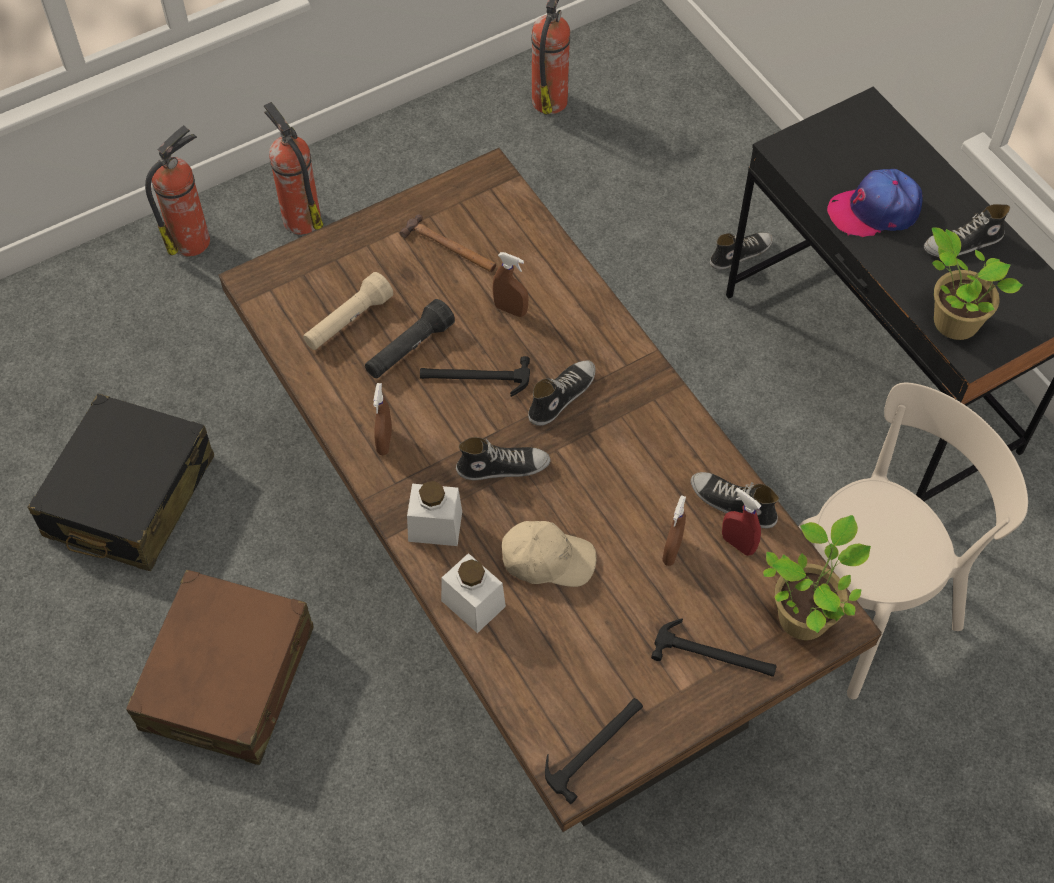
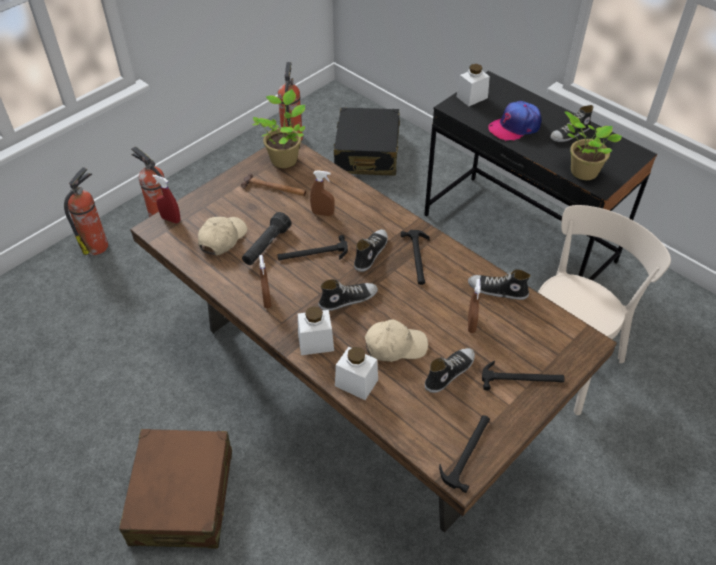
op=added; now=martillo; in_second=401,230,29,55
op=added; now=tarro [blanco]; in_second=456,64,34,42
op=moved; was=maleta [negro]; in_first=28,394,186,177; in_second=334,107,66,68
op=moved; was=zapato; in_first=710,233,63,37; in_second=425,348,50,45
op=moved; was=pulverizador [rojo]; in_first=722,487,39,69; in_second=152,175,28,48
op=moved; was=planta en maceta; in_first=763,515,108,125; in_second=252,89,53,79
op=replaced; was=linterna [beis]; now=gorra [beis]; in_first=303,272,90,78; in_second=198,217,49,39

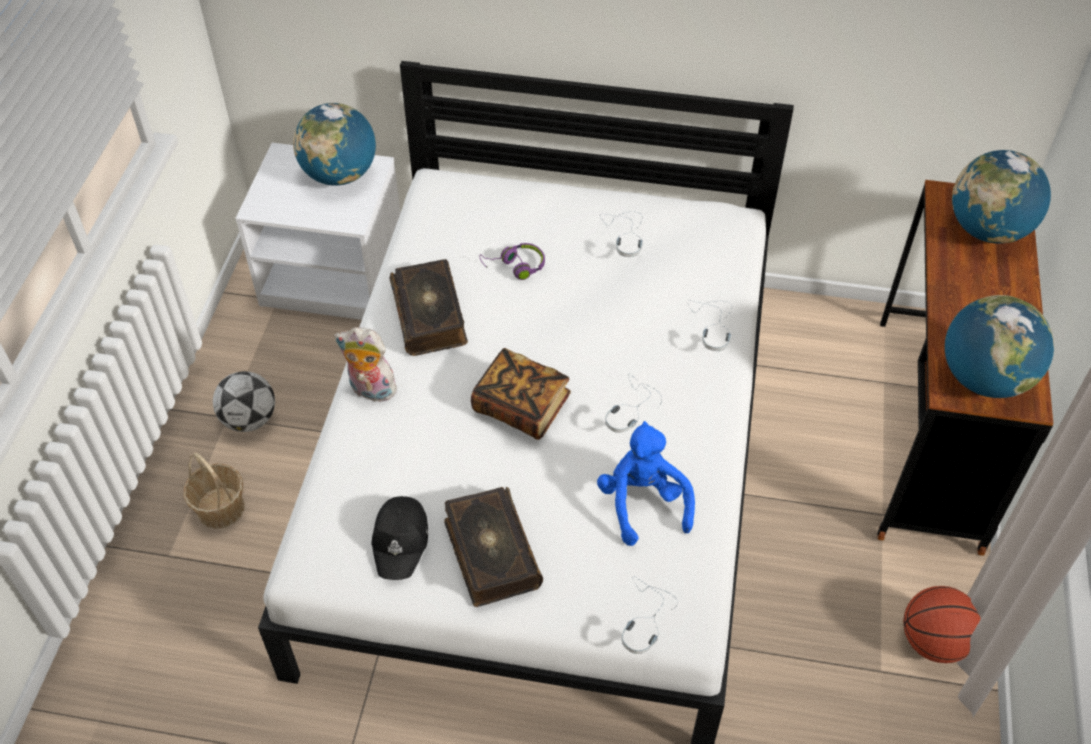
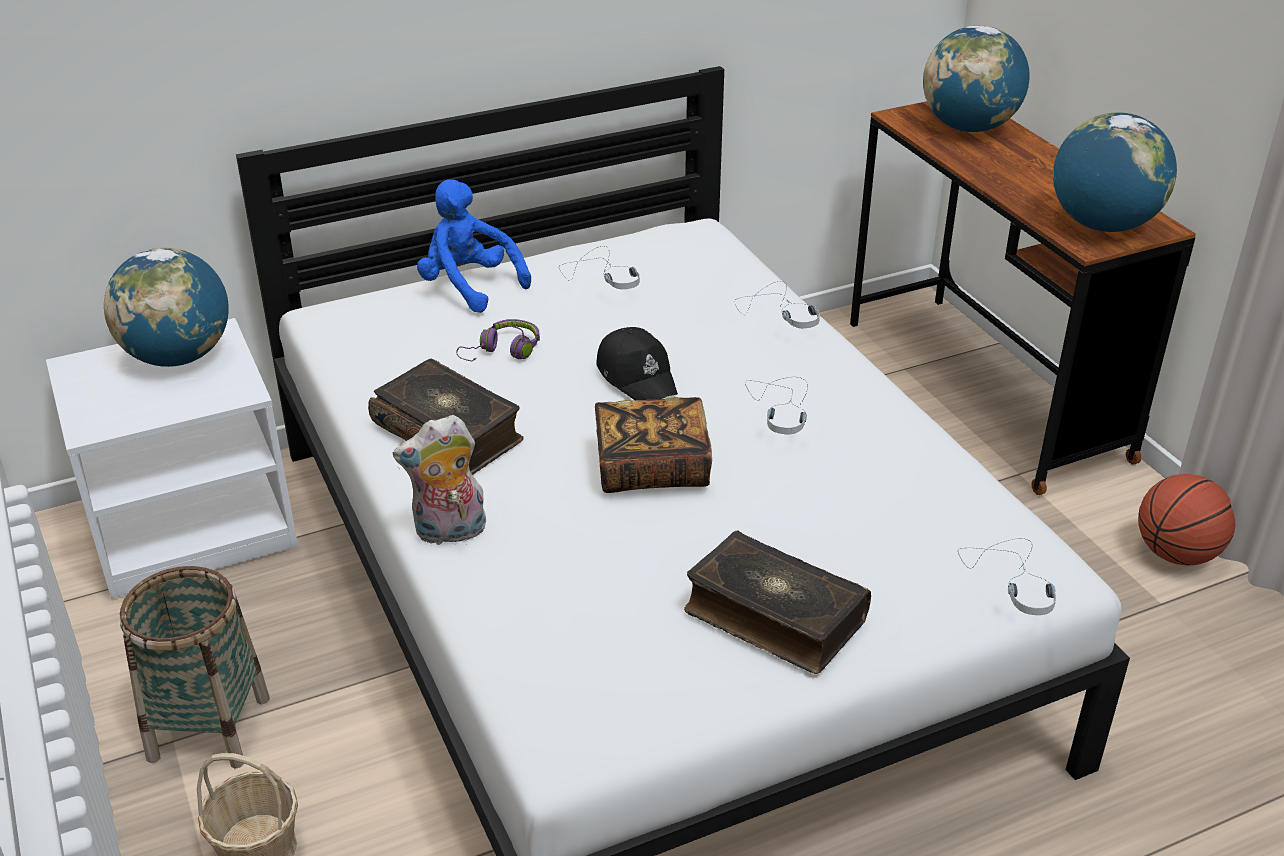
op=moved; was=gorra [negro]; in_first=371,496,57,84; in_second=596,327,82,73
op=moved; was=peluche [azul]; in_first=597,421,98,125; in_second=417,179,114,134
op=replaced; was=balón de fútbol; now=cesta; in_first=213,371,62,61; in_second=120,566,150,203

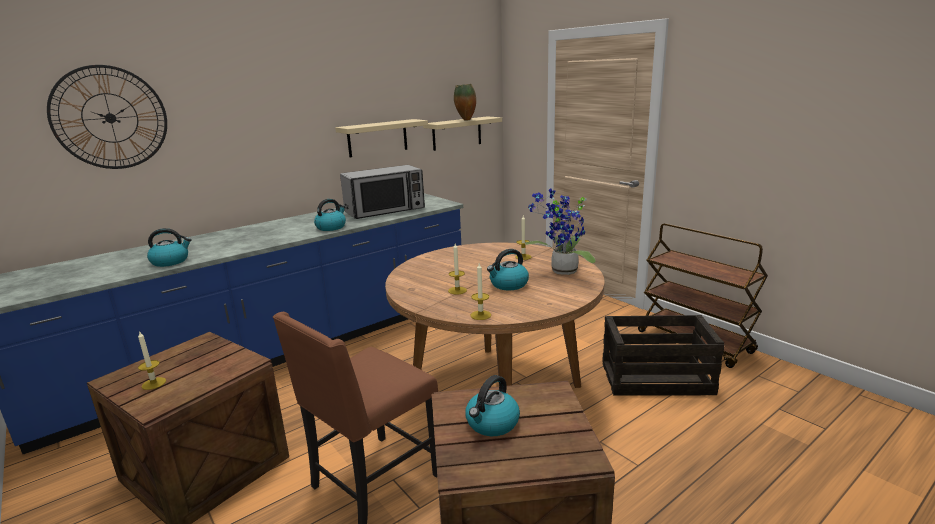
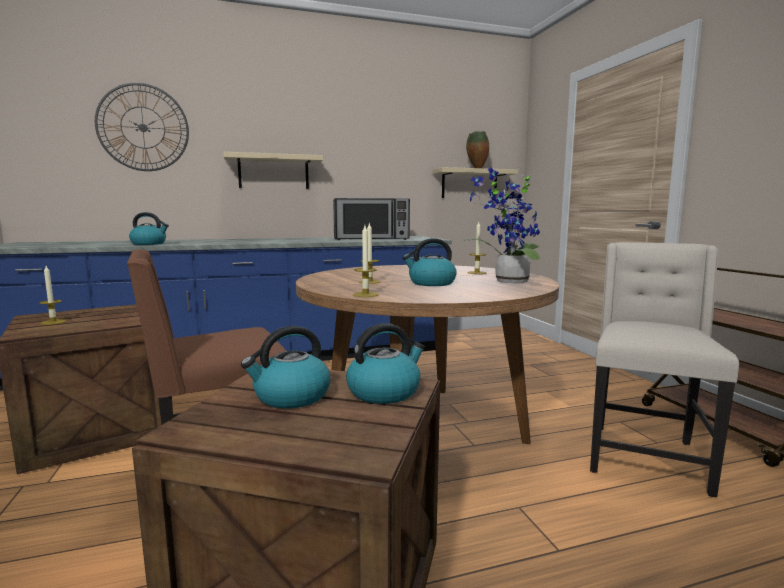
op=moved; was=hervidor; in_first=314,199,32,32; in_second=346,323,79,81
op=moved; was=estante [beis]; in_first=335,119,93,38; in_second=223,152,100,37
op=replaced; was=caja de embalaje; now=silla [beis]; in_first=602,315,122,80; in_second=590,242,149,255

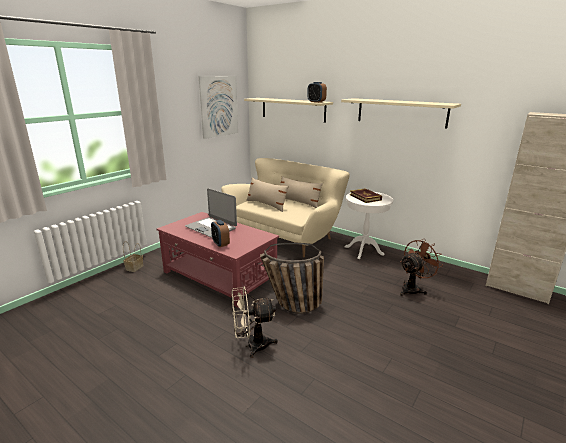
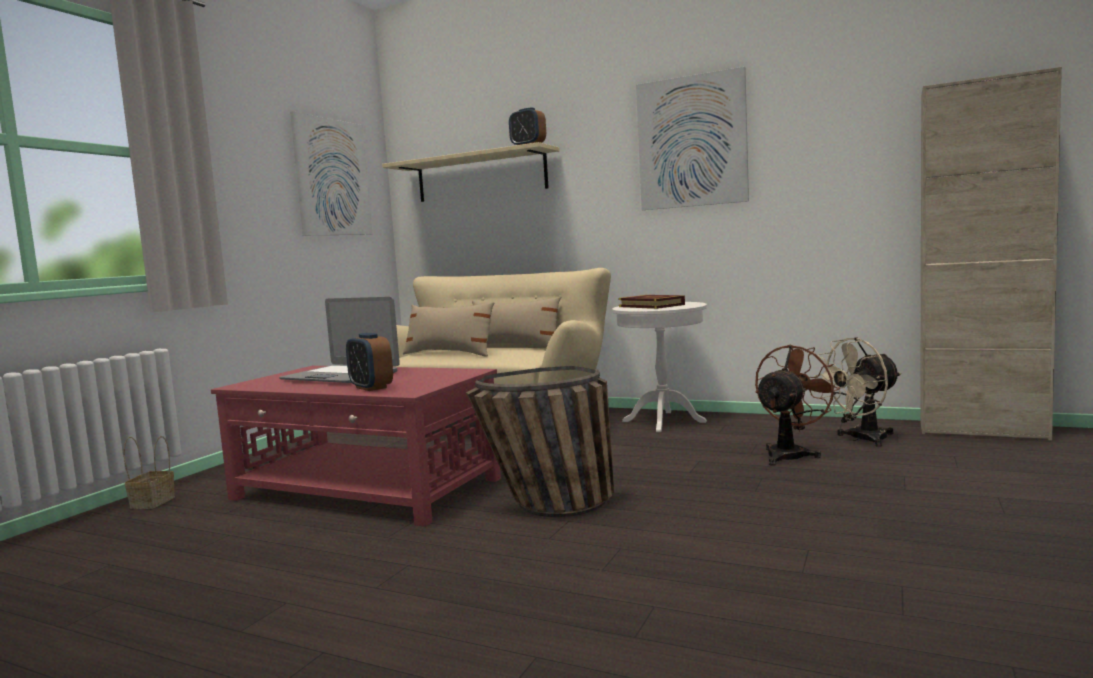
op=moved; was=ventilador [beis]; in_first=232,287,46,71; in_second=814,337,87,110
op=replaced; was=estante [beis]; now=cuadro; in_first=341,98,120,31; in_second=636,67,113,143

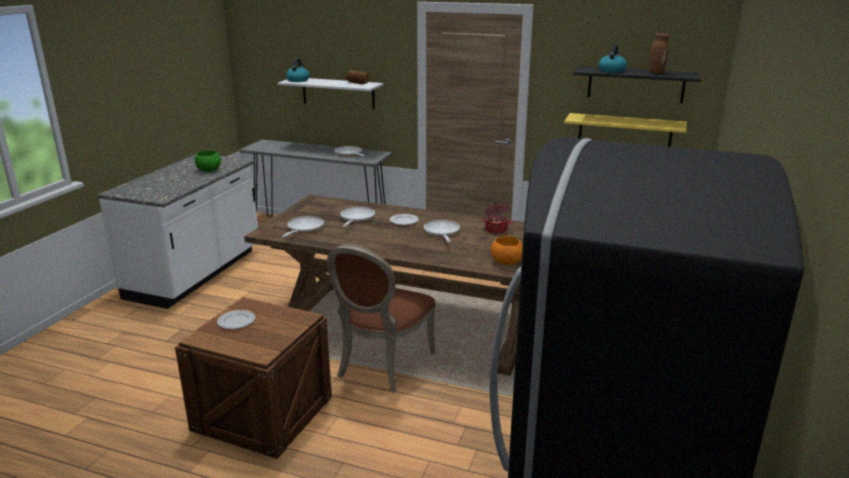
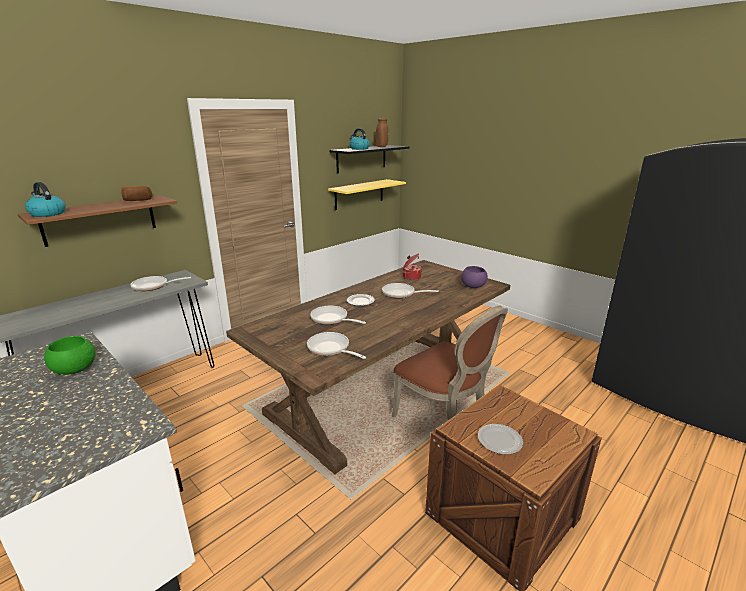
op=recoloured; was=estante [blanco]; now=estante [marrón]; in_first=278,78,105,31; in_second=18,196,159,51
op=recoloured; was=cuenco [naranja]; now=cuenco [morado]; in_first=491,236,32,29; in_second=461,266,27,22

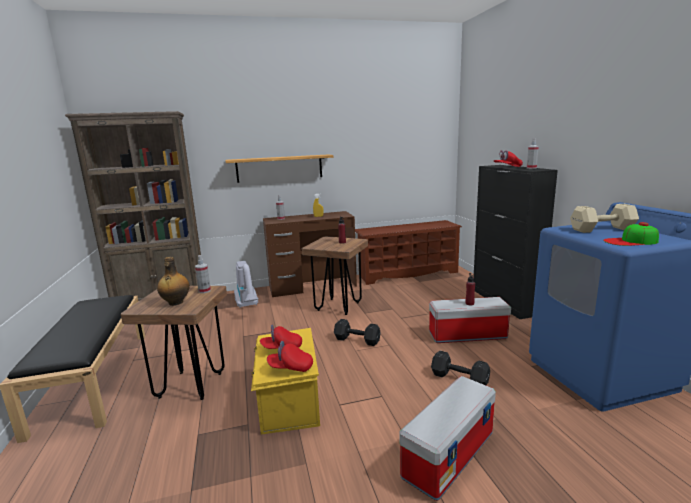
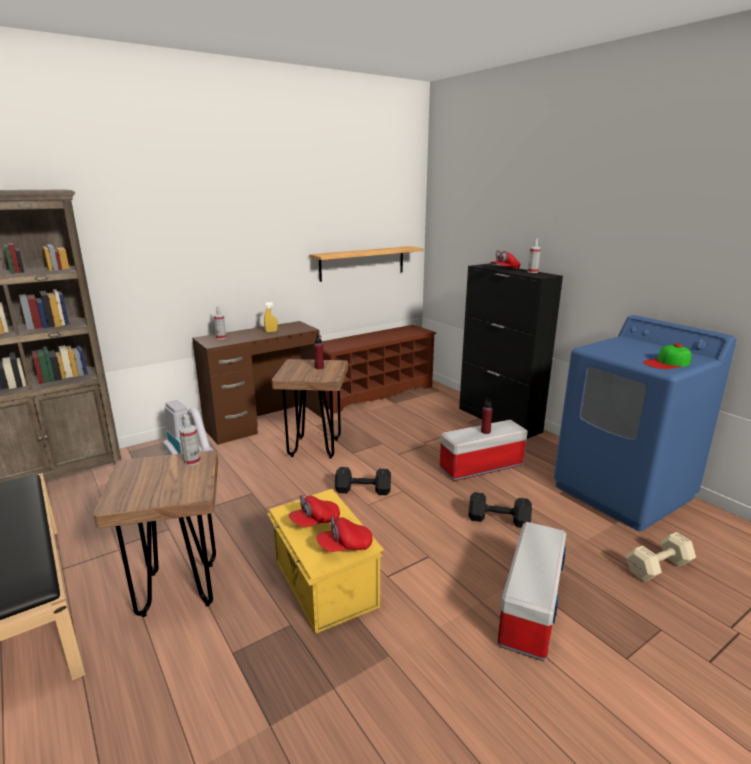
op=removed; was=botella; in_first=157,257,33,49
op=moved; was=estante; in_first=225,154,108,29; in_second=309,246,115,36
op=moved; was=mancuerna [beis]; in_first=570,204,69,29; in_second=626,532,70,50

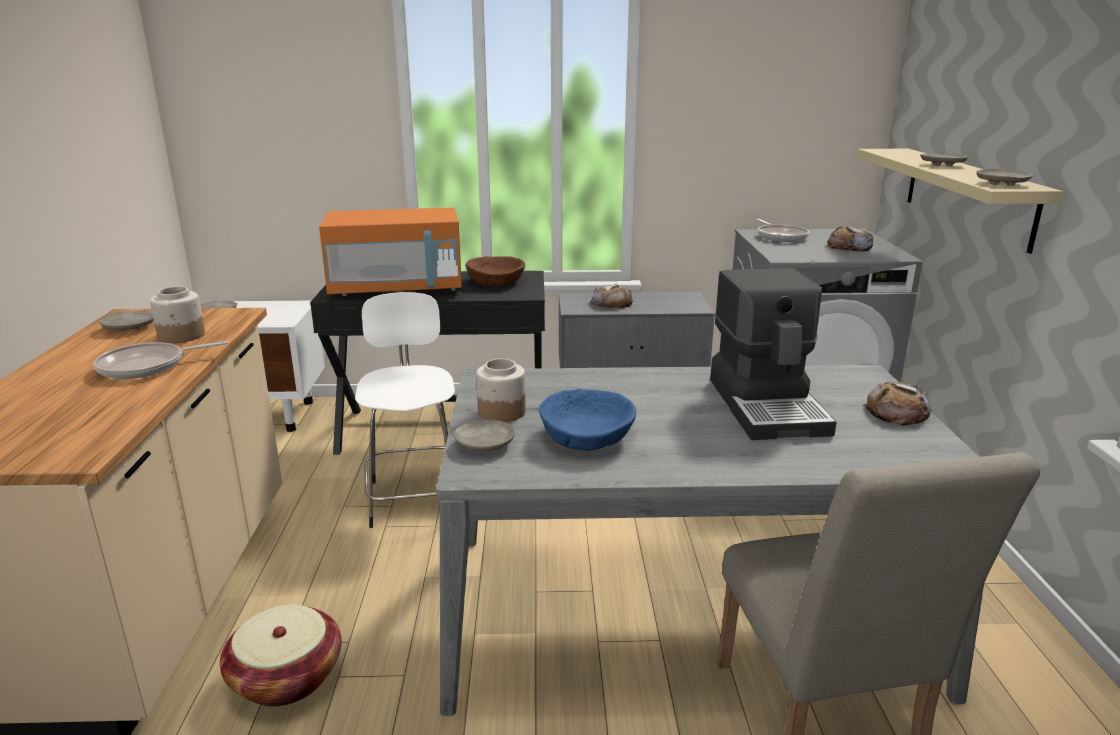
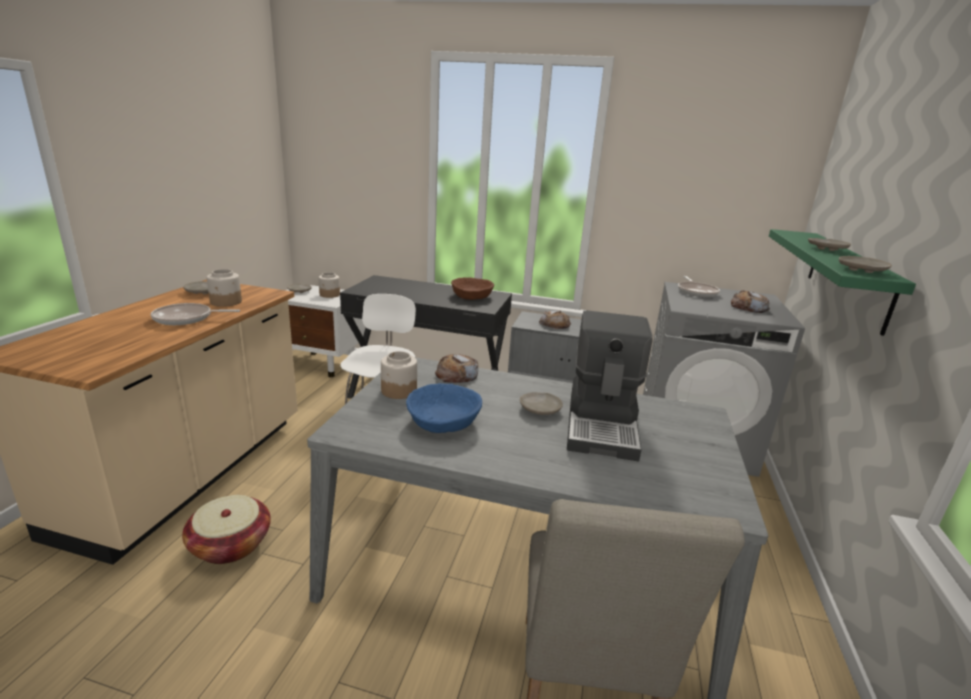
op=removed; was=microondas [naranja]; in_first=319,208,143,88
op=added; now=tarro; in_second=319,272,21,26
op=moved; was=plato [beis]; in_first=454,420,61,31; in_second=520,392,43,23
op=moved; was=pan; in_first=863,382,69,43; in_second=435,354,43,29
op=recoloured; was=estante [beis]; now=estante [verde]; in_first=857,149,206,105; in_second=769,229,147,107

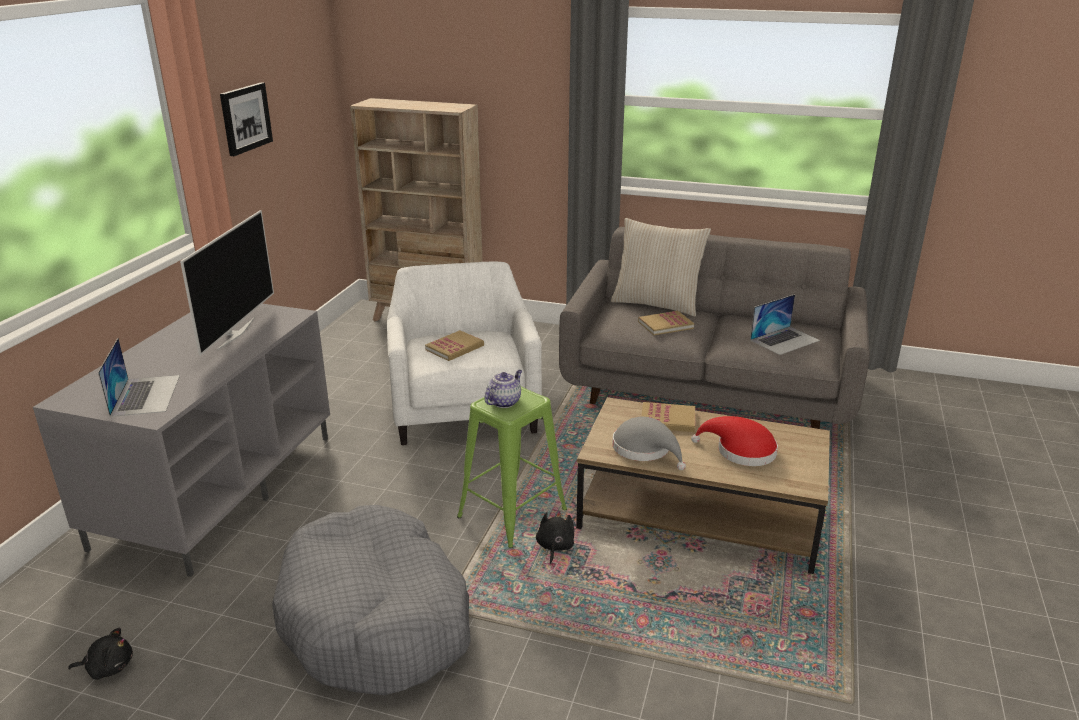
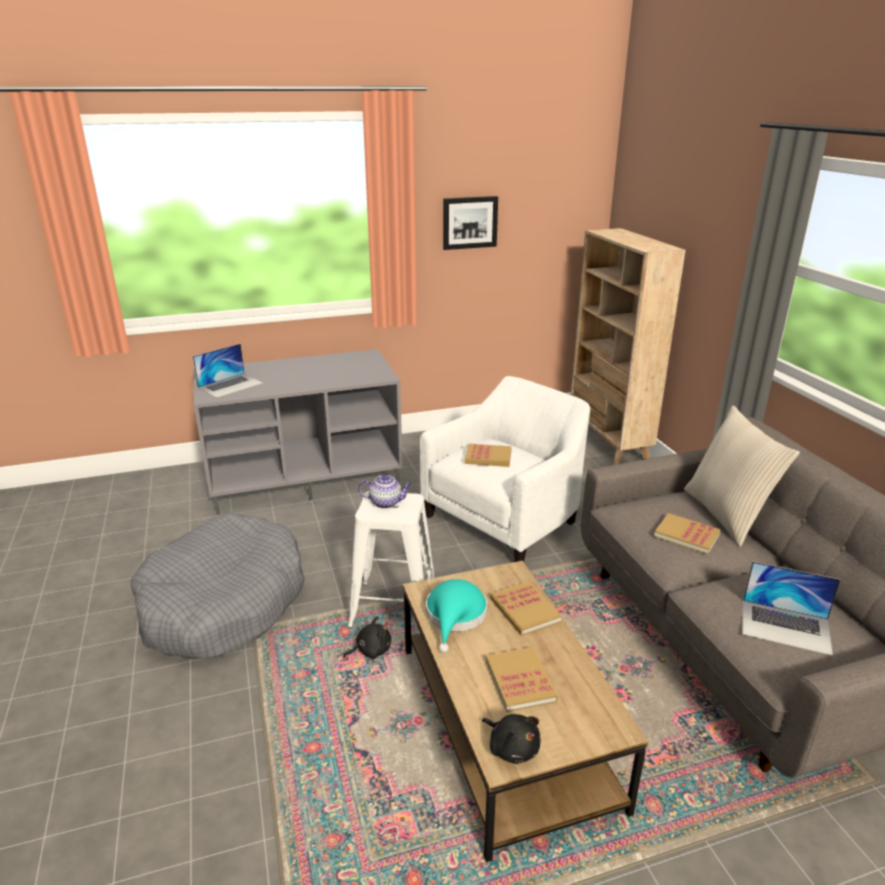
op=removed; was=televisor; in_first=180,210,94,146
op=moved; was=peluche [negro]; in_first=68,628,65,52; in_second=482,714,59,50
op=replaced; was=sombrero [rojo]; now=libro; in_first=691,416,87,50; in_second=486,647,72,65
op=recoloured; was=taburete [verde]; now=taburete [blanco]; in_first=457,386,110,162; in_second=348,491,87,136
op=recoloured; was=sombrero [gris]; now=sombrero [turquesa]; in_first=612,417,74,53; in_second=426,579,61,74

